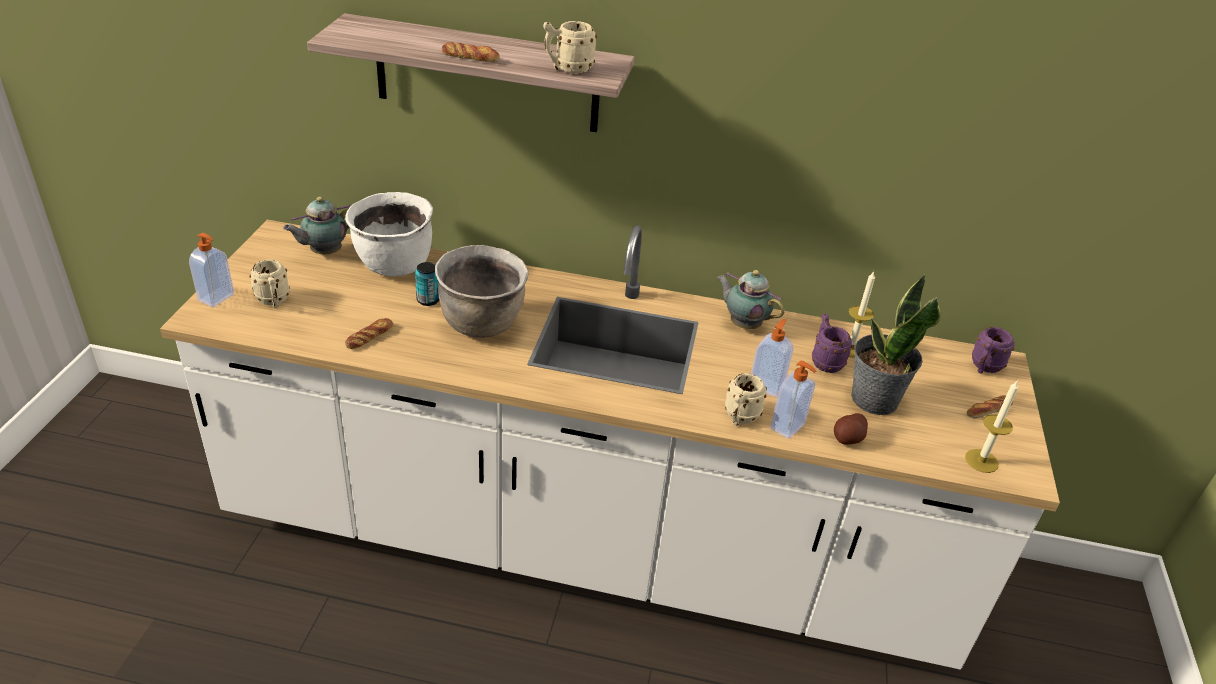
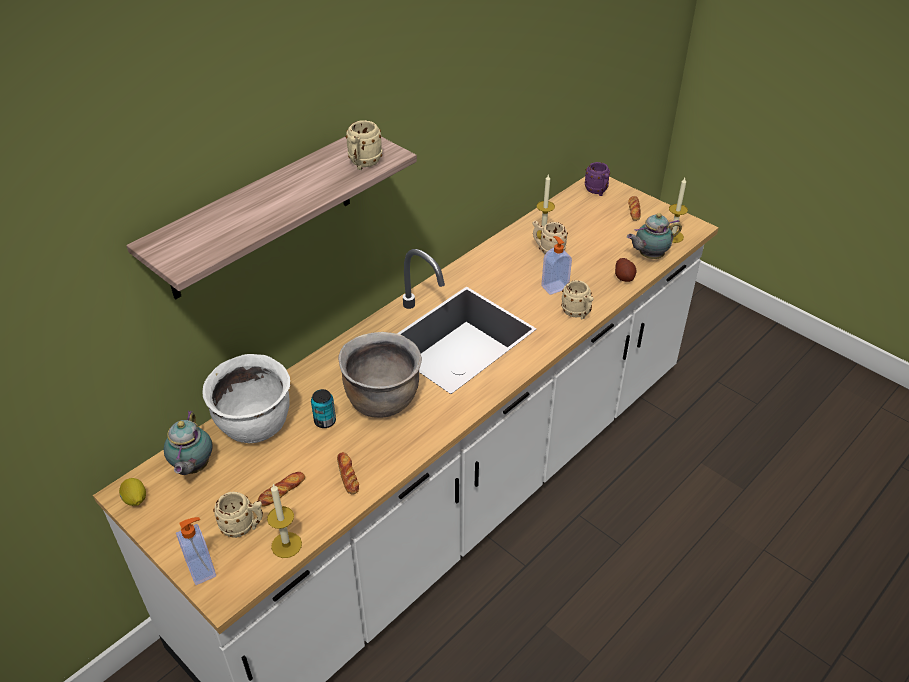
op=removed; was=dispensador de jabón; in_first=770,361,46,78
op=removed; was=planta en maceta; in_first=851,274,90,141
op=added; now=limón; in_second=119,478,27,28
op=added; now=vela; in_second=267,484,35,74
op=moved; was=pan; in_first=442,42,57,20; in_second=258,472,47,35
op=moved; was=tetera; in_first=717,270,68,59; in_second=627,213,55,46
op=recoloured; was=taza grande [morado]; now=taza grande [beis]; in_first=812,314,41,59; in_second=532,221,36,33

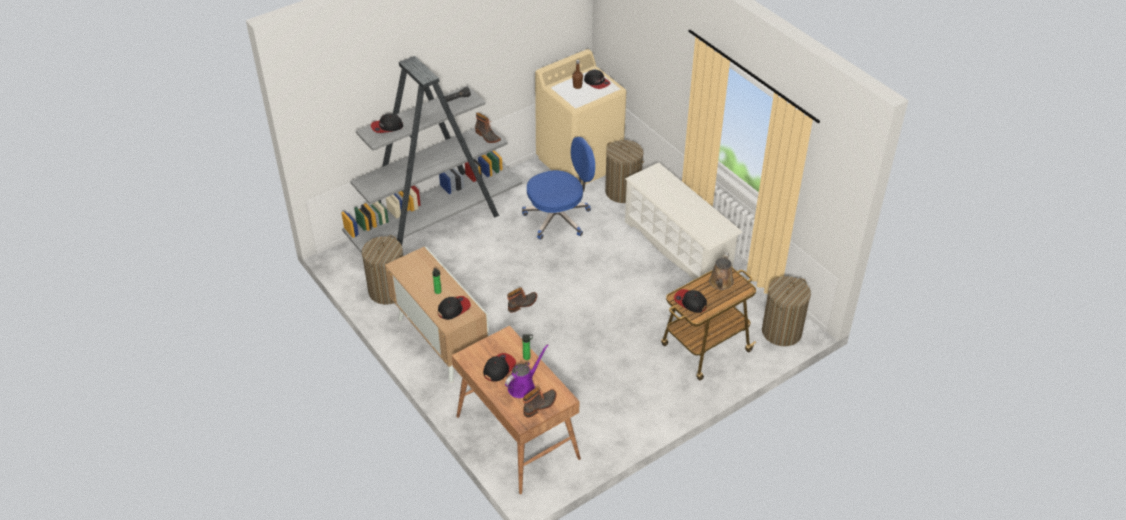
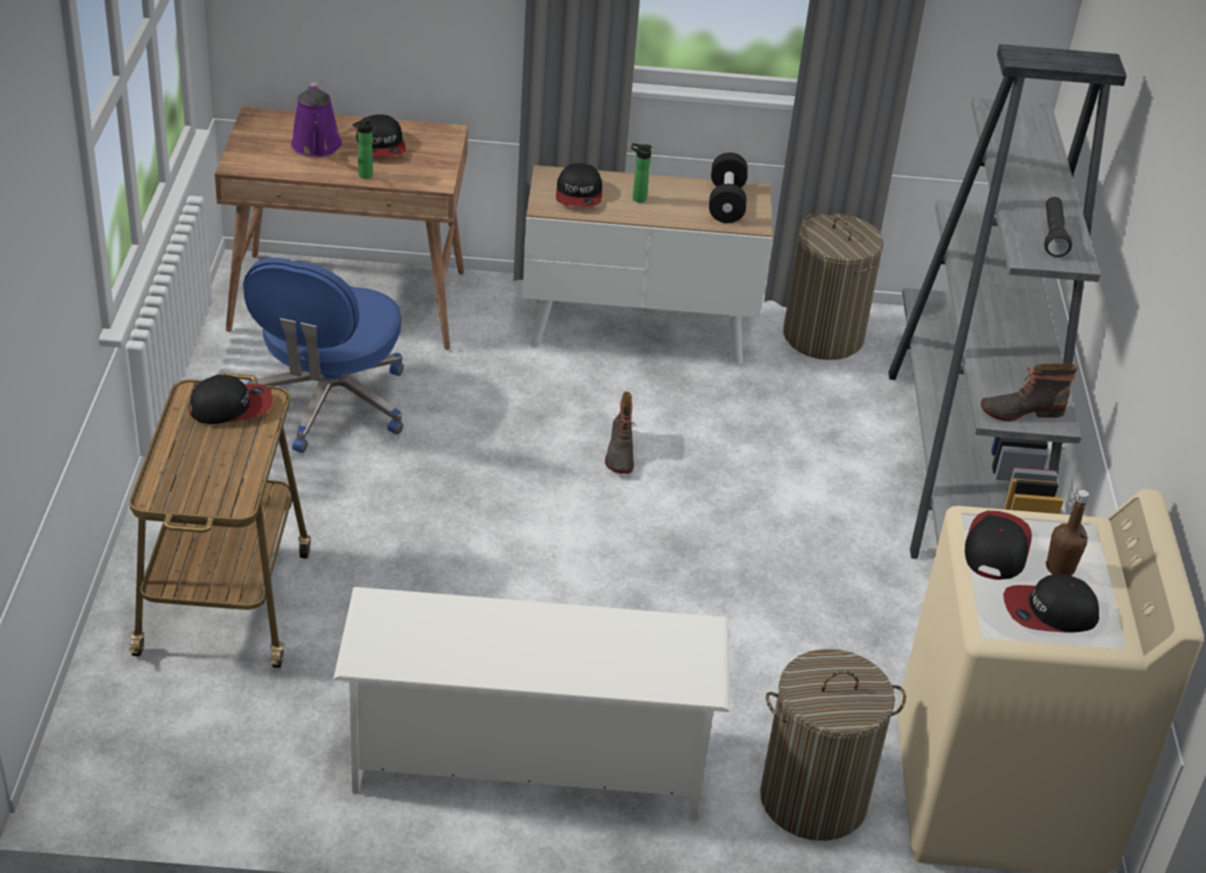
op=removed; was=bota; in_first=523,387,34,31
op=removed; was=regadera [marrón]; in_first=709,253,25,37
op=removed; was=cesto de la ropa; in_first=762,276,49,70
op=added; now=mancuerna [negro]; in_second=709,152,39,71
op=moved; was=gorra; in_first=371,114,32,19; in_second=965,511,67,69
op=moved; was=silla de oficina [azul]; in_first=522,137,73,102; in_second=243,258,161,195

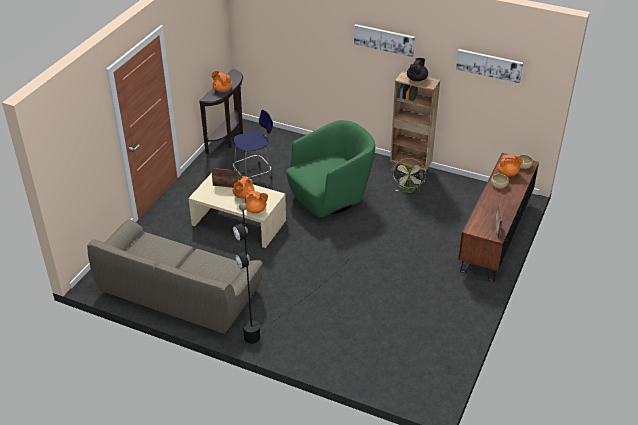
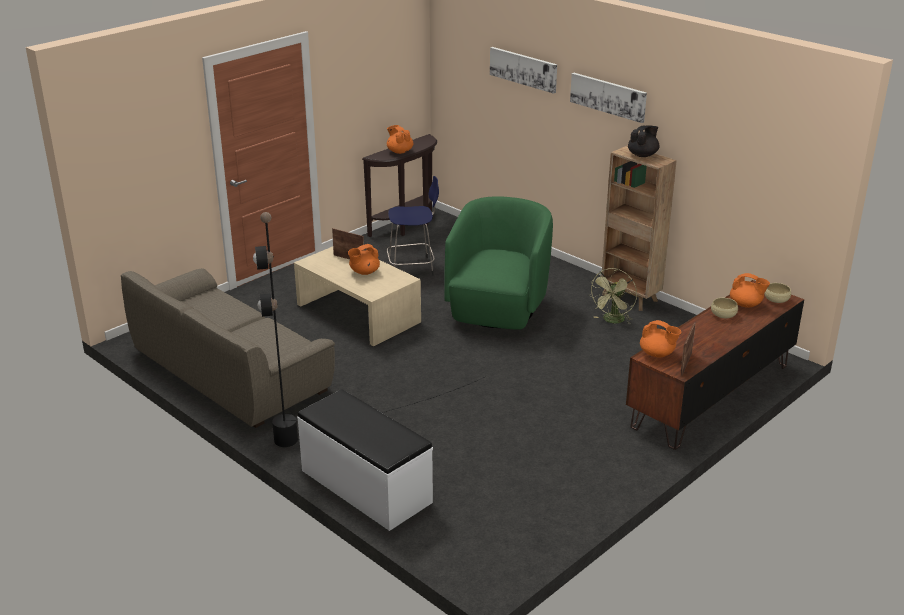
op=added; now=banco [blanco]; in_second=297,389,136,142
op=moved; was=tetera [naranja]; in_first=245,191,23,22; in_second=640,320,42,38
op=moved; was=cuadro; in_first=456,49,67,34; in_second=490,47,67,47
op=turned; was=sillón [verde]; in_first=286,120,89,97; in_second=444,196,109,134; clockwise=-60

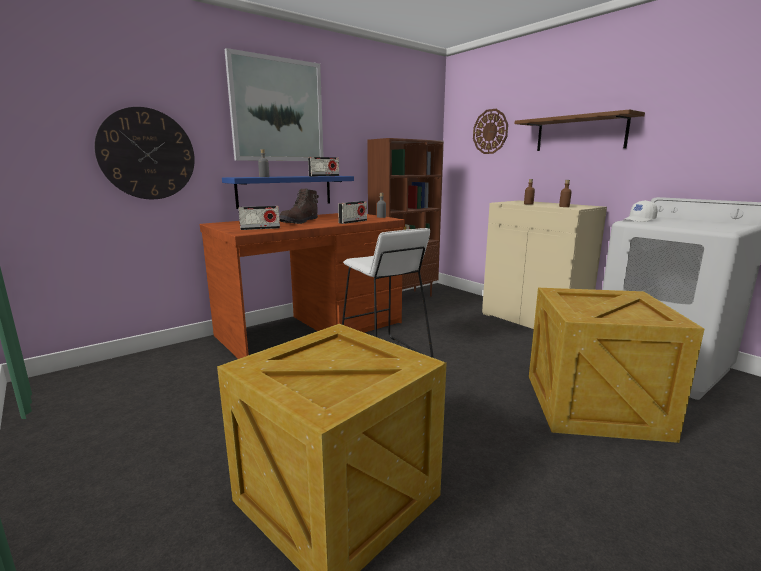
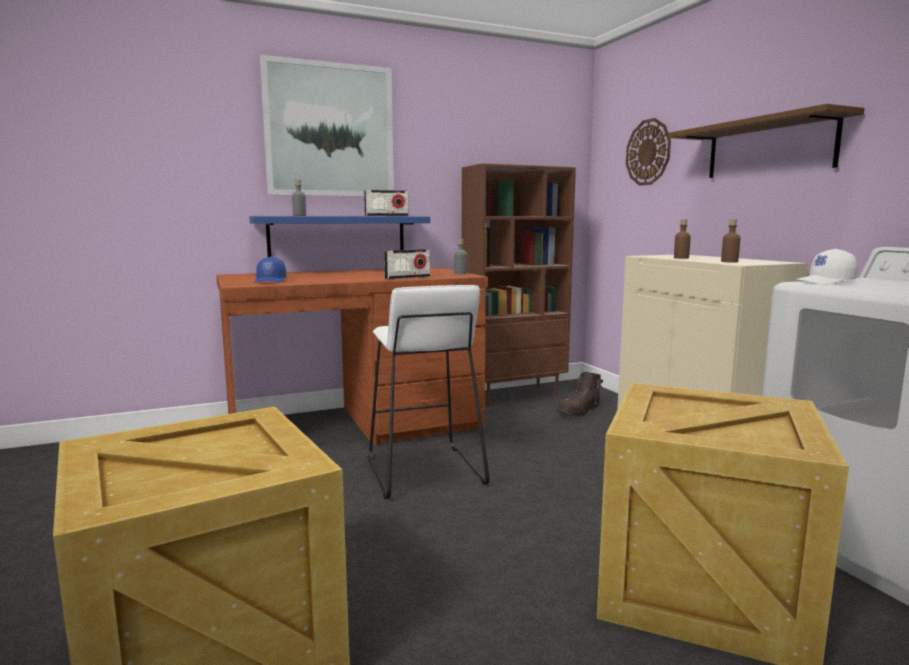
op=removed; was=reloj de pared; in_first=94,107,101,92
op=moved; was=bota [marrón]; in_first=279,188,40,36; in_second=557,372,46,45
op=replaced; was=radio; now=gorra [azul]; in_first=238,206,42,24; in_second=255,257,31,26

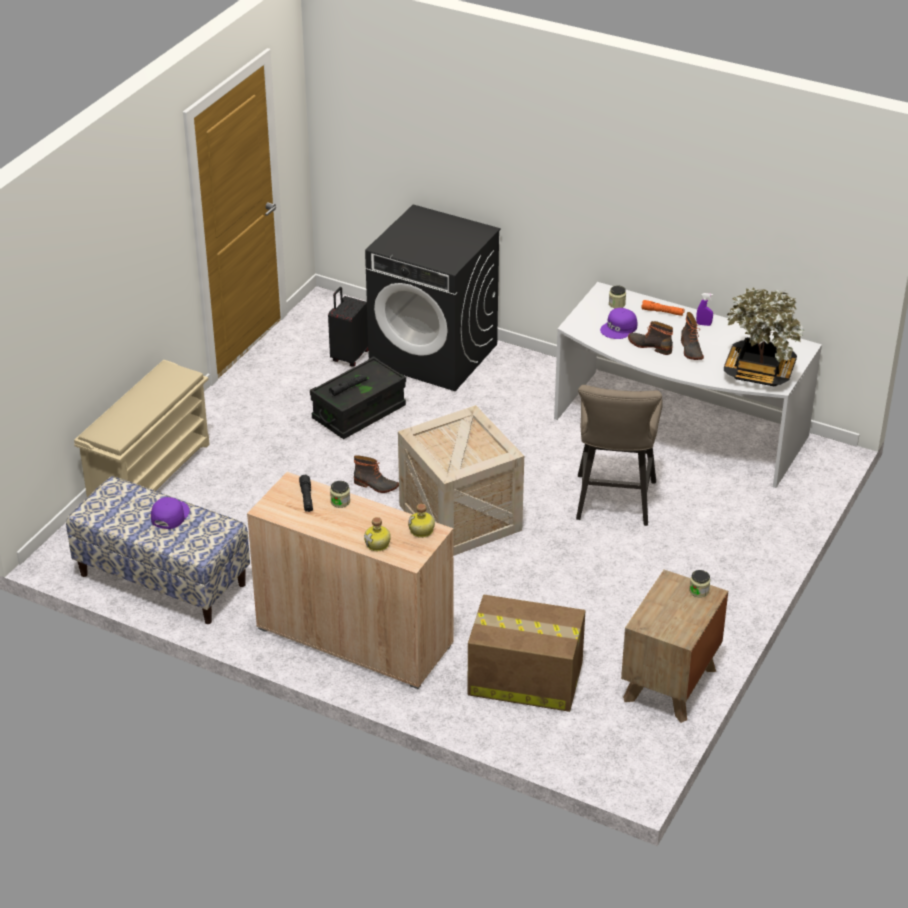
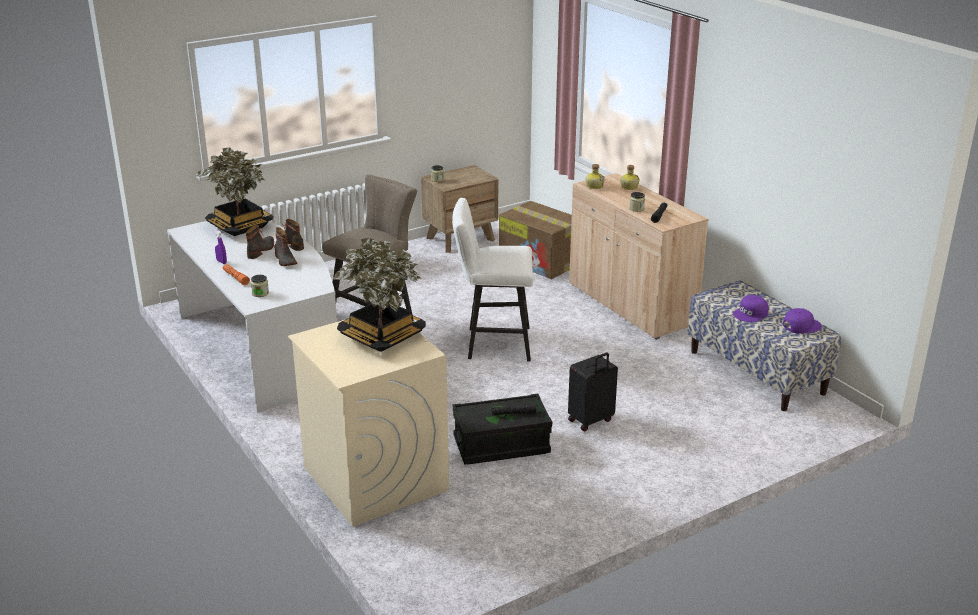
op=removed; was=zapatero [beis]; in_first=74,360,136,137
op=added; now=planta en maceta; in_second=333,237,93,115
op=moved; was=maleta [negro]; in_first=328,287,40,80; in_second=568,353,50,78
op=moved; was=bota; in_first=354,455,45,38; in_second=276,219,28,32
op=moved; was=gorra [morado]; in_first=600,308,37,31; in_second=783,308,39,26
op=replaced; was=caja de embalaje; now=taburete [blanco]; in_first=398,405,126,151; in_second=452,198,81,163
op=recoloured; was=lavadora [negro]; now=lavadora [beis]; in_first=365,204,136,187; in_second=288,320,161,207

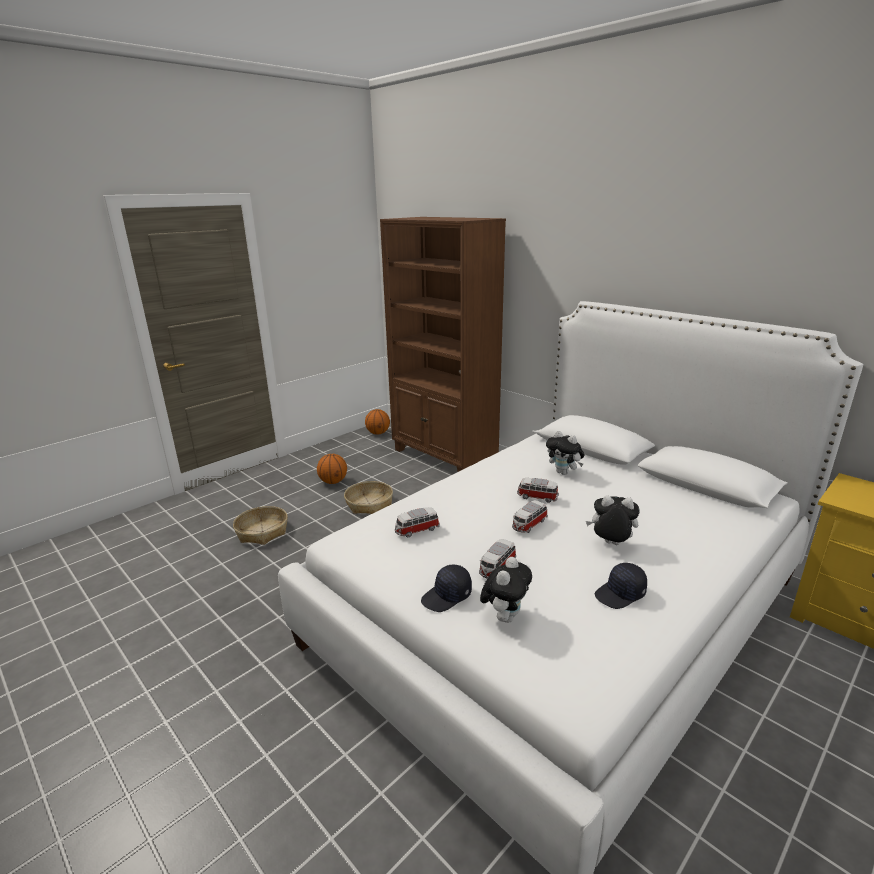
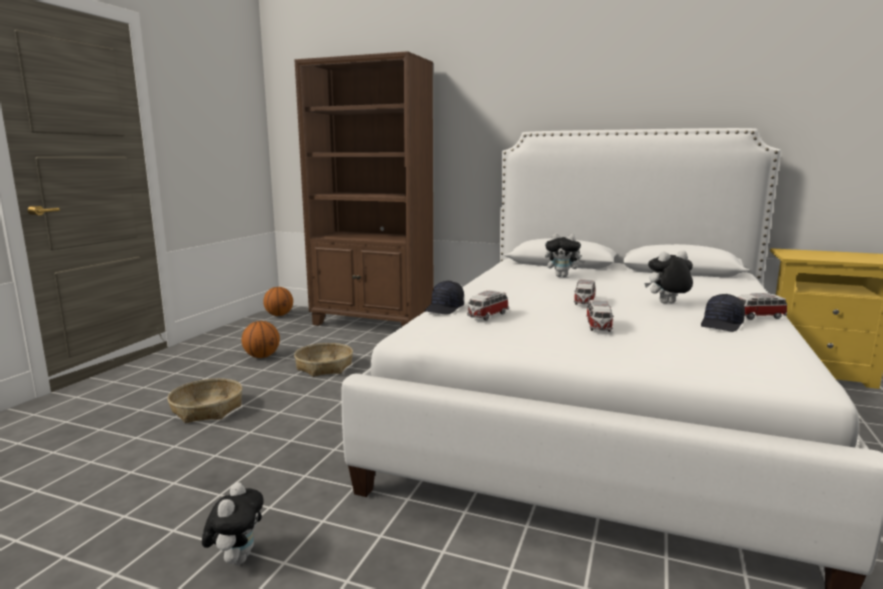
op=moved; was=gorra [negro]; in_first=421,565,51,47; in_second=424,281,40,34
op=moved; was=peluche; in_first=480,557,52,66; in_second=202,482,61,83
op=moved; was=coche de juguete; in_first=517,478,42,25; in_second=738,293,49,27

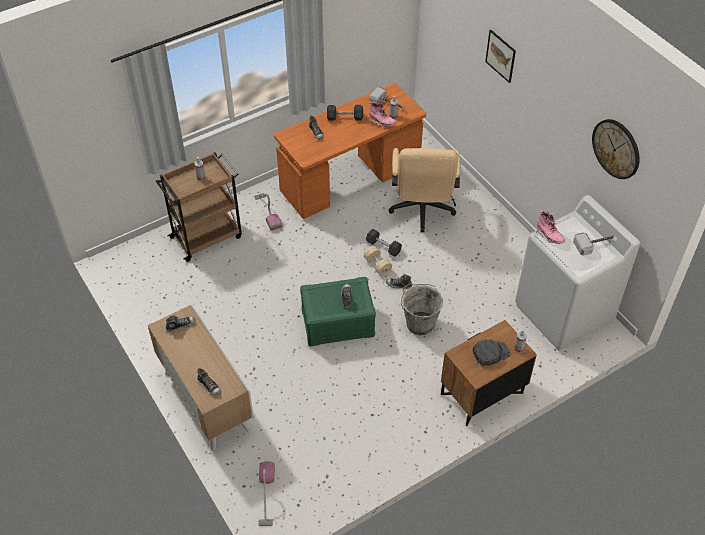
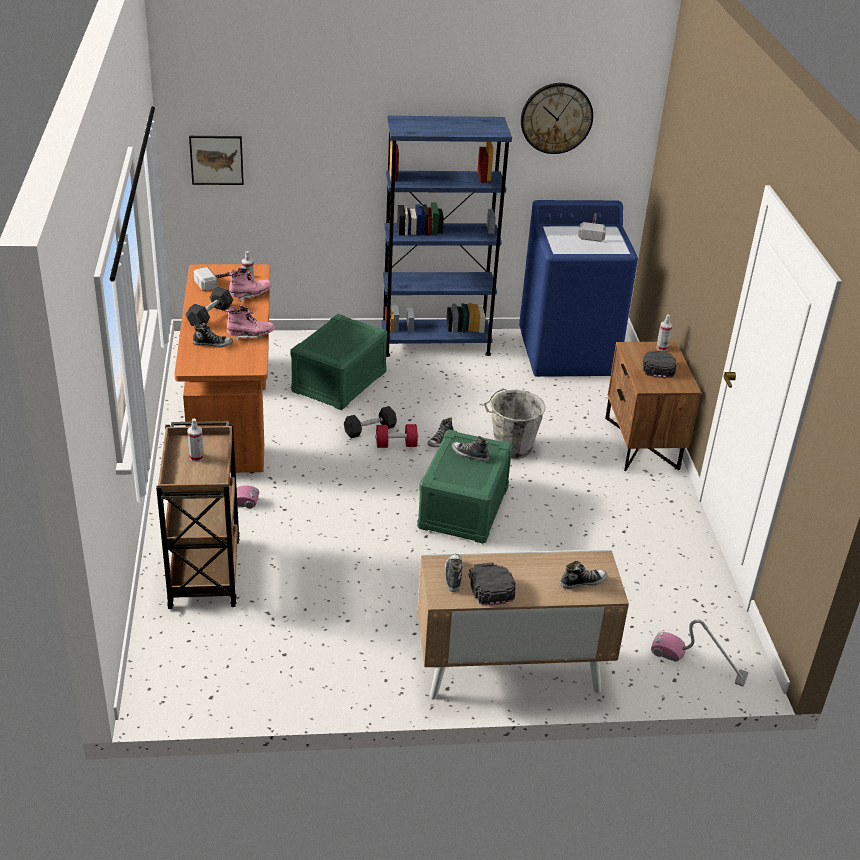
op=added; now=estantería [azul]; in_second=382,116,130,241
op=added; now=gorra [negro]; in_second=468,562,48,43
op=moved; was=cuadro; in_first=485,30,31,53; in_second=189,136,55,49
op=moved; was=bota [rosa]; in_first=536,210,29,34; in_second=226,306,49,35
op=replaced; was=silla de oficina [beis]; now=caja de almacenaje [verde]; in_first=389,148,71,84; in_second=291,314,97,96
op=recoloured; was=mancuerna [beis]; now=mancuerna [rojo]; in_first=364,246,28,30; in_second=375,424,43,24
op=recoloured; was=lavadora [blanco]; now=lavadora [azul]; in_first=515,195,125,156; in_second=519,200,119,177

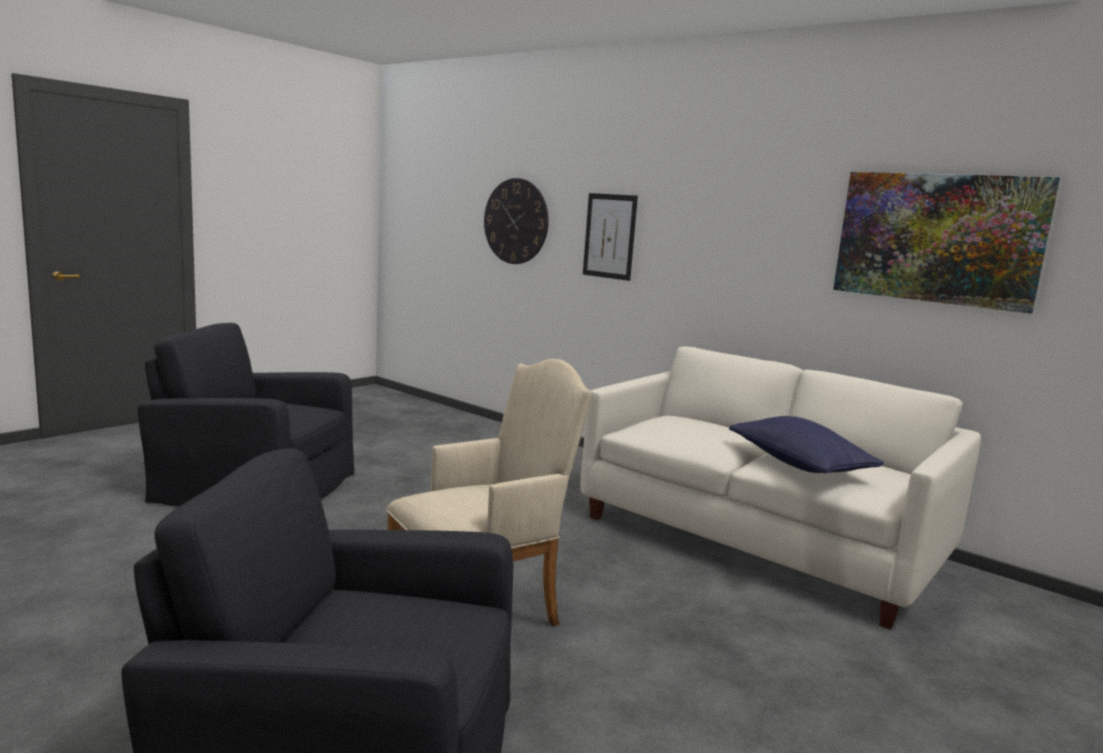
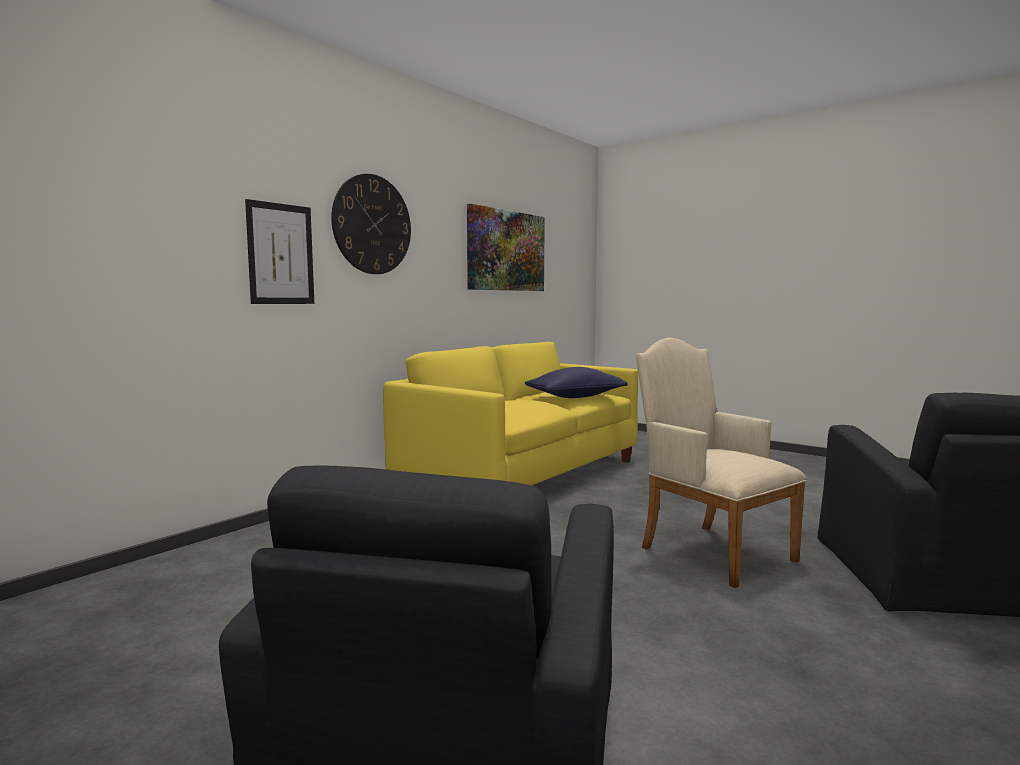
op=moved; was=reloj de pared; in_first=484,178,65,86; in_second=331,174,80,100
op=recoloured; was=sofá [blanco]; now=sofá [amarillo]; in_first=580,346,401,283; in_second=383,342,255,143

